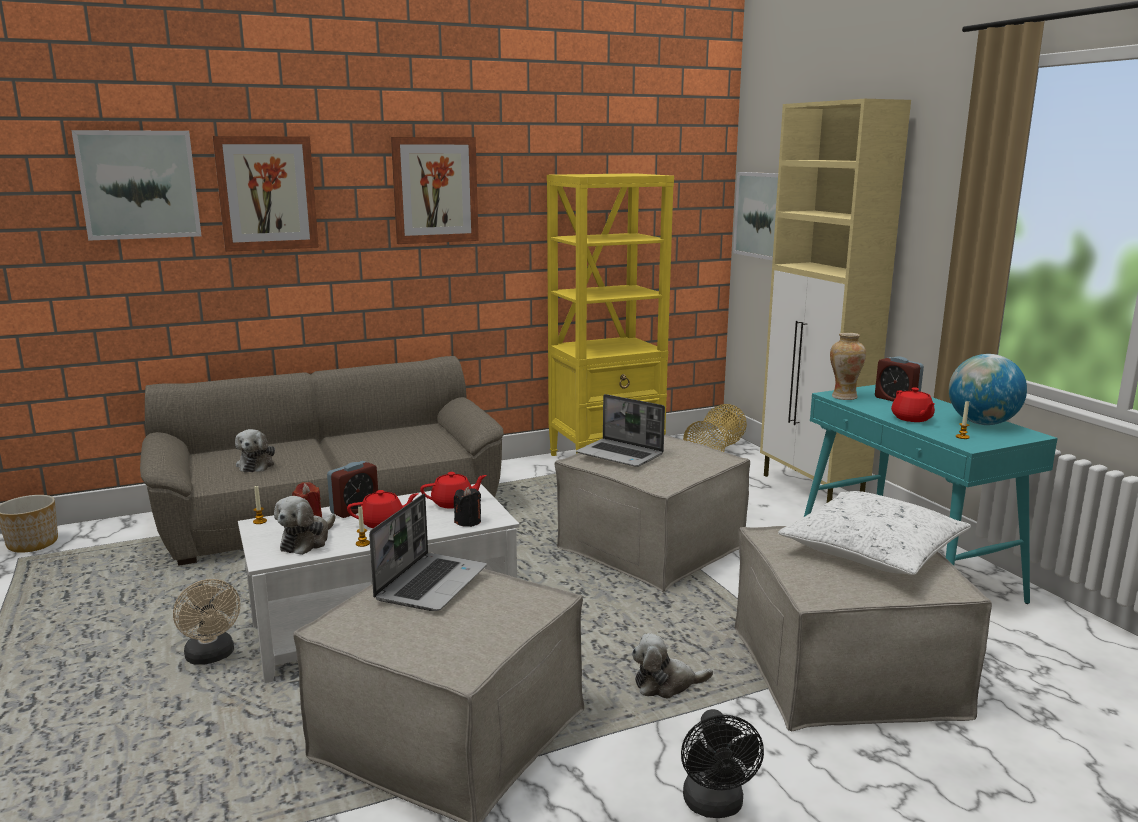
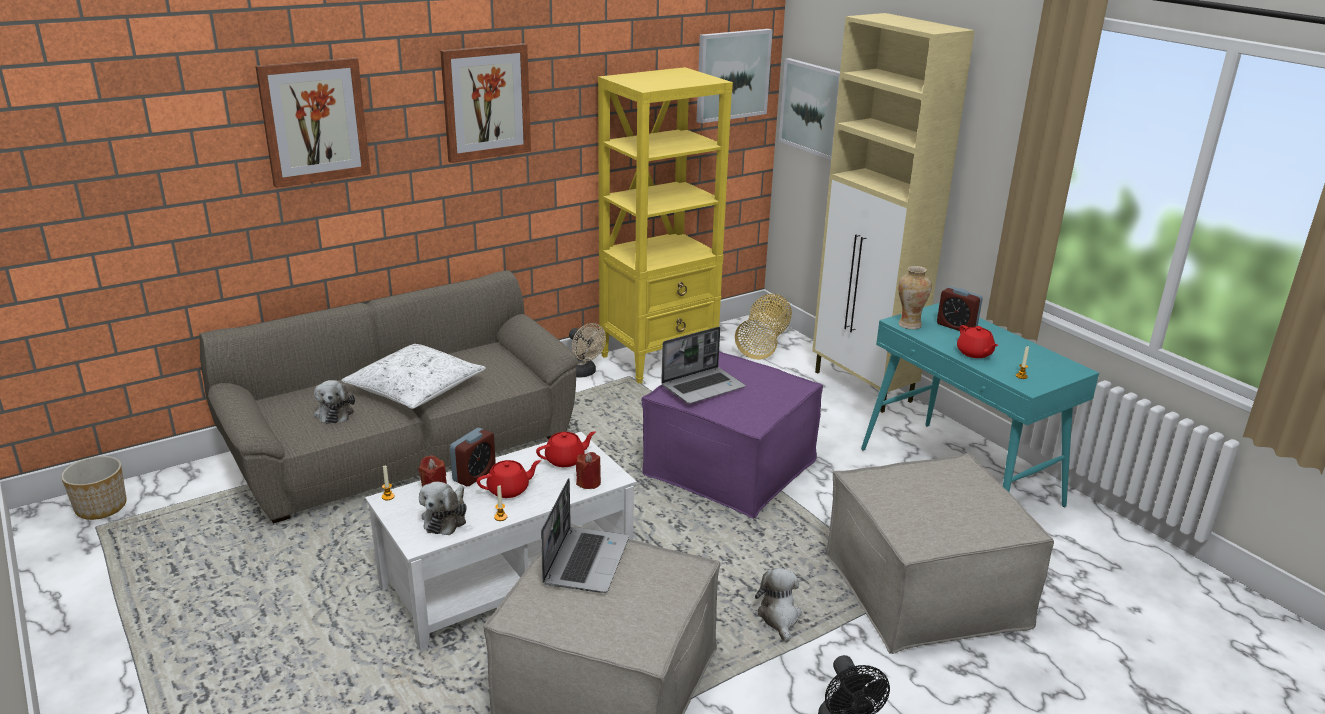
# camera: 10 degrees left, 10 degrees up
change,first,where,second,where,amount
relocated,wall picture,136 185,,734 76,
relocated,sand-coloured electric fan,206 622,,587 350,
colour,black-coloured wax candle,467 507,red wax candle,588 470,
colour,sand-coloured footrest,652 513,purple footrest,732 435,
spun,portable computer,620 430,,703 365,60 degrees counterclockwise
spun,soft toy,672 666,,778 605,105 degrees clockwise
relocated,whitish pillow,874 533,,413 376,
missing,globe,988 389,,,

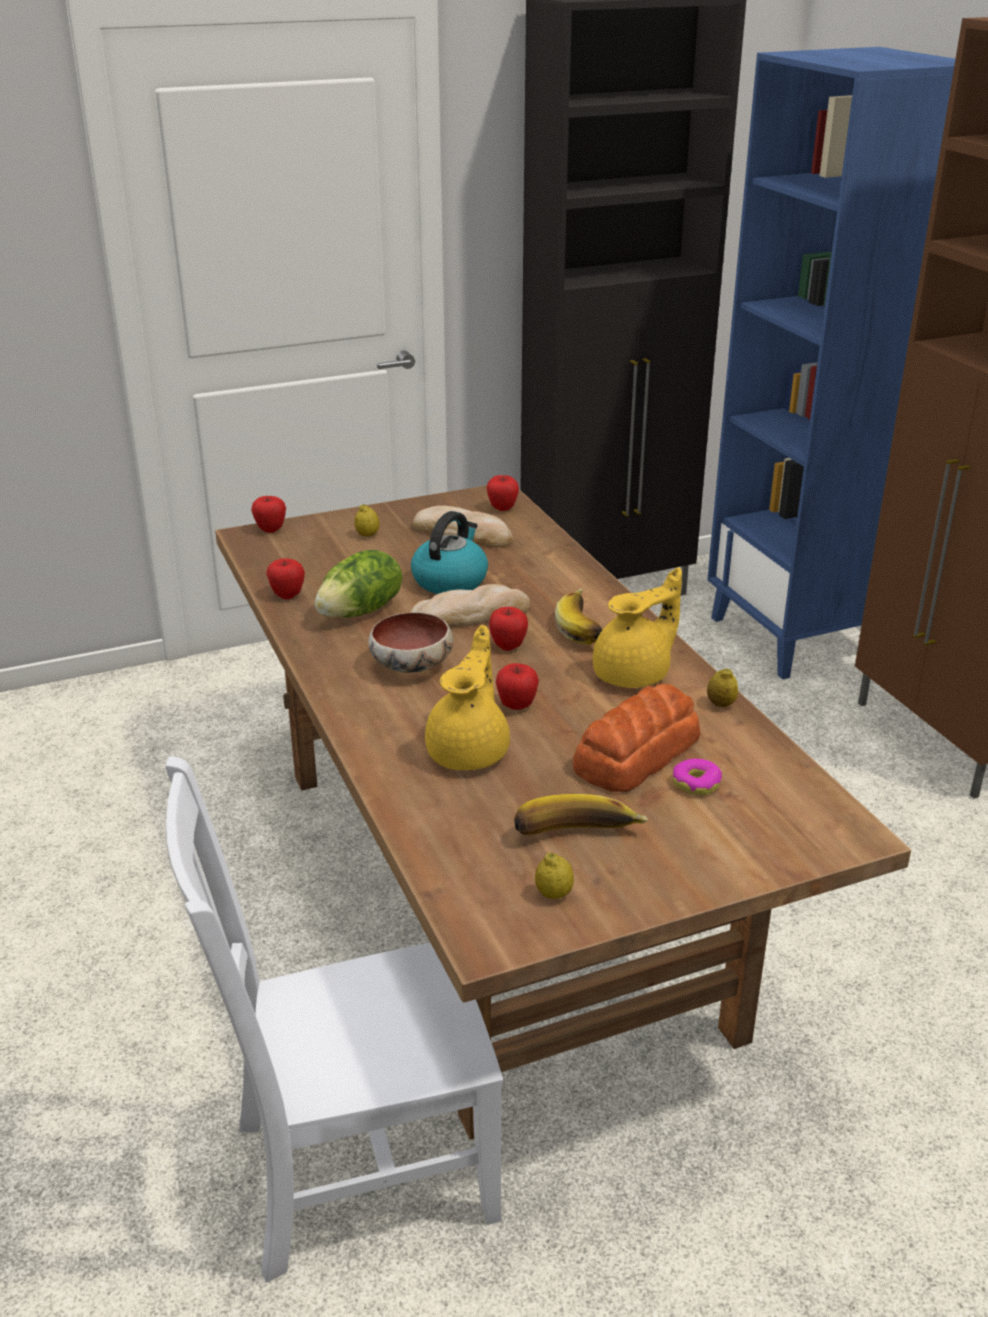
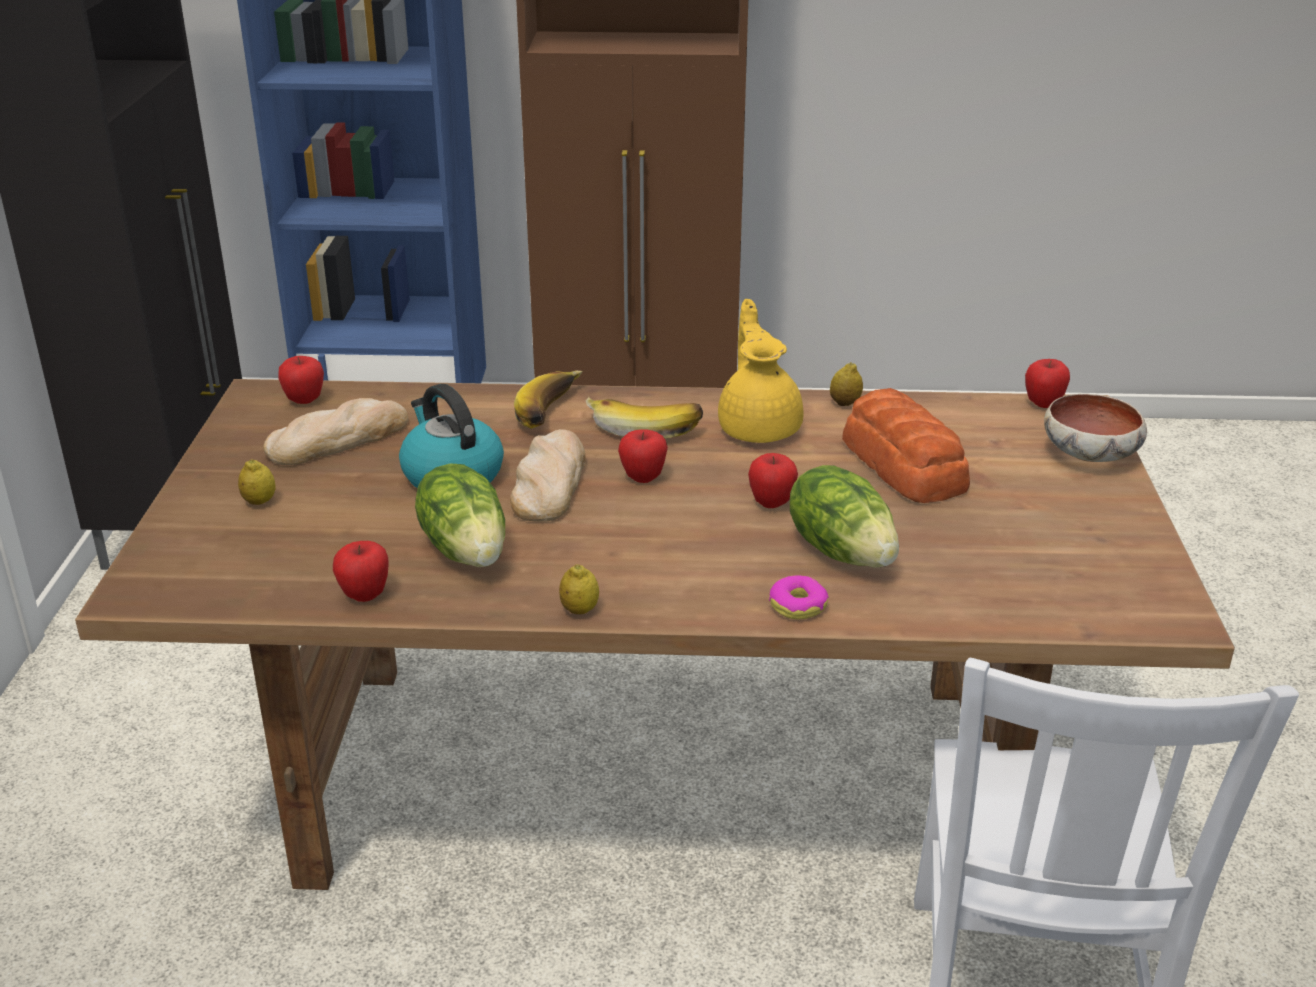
# camera: 65 degrees left, 0 degrees up
change,first,where,second,where,amount
relocated,whole apple,268 514,,1047 383,
relocated,serving bowl,410 642,,1095 428,
exchanged,yellow tea pot,467 697,head of lettuce,844 516,
relocated,whole banana,581 814,,548 399,
relocated,citrus fruit,554 875,,579 589,
relocated,donut,697 777,,799 597,

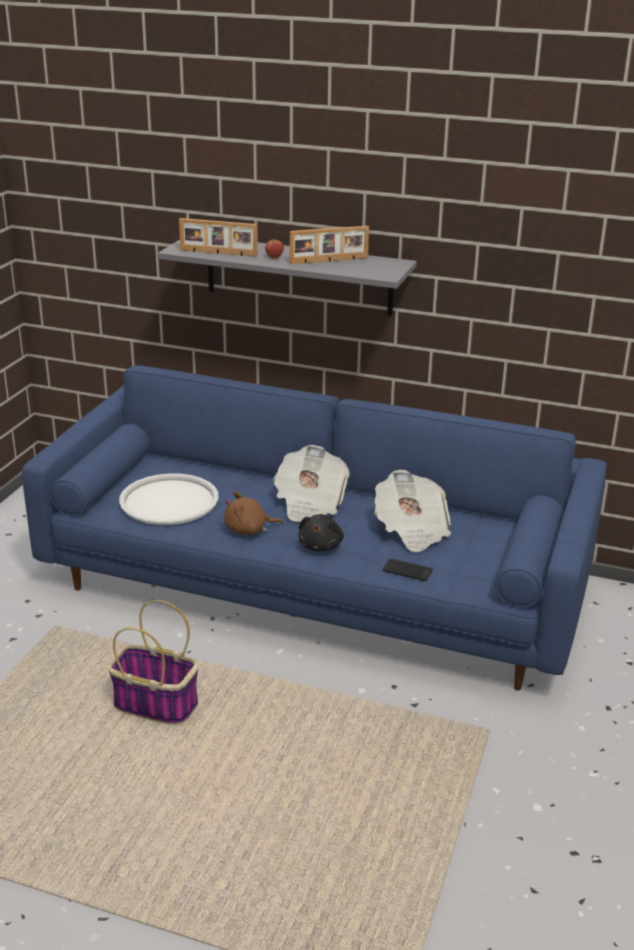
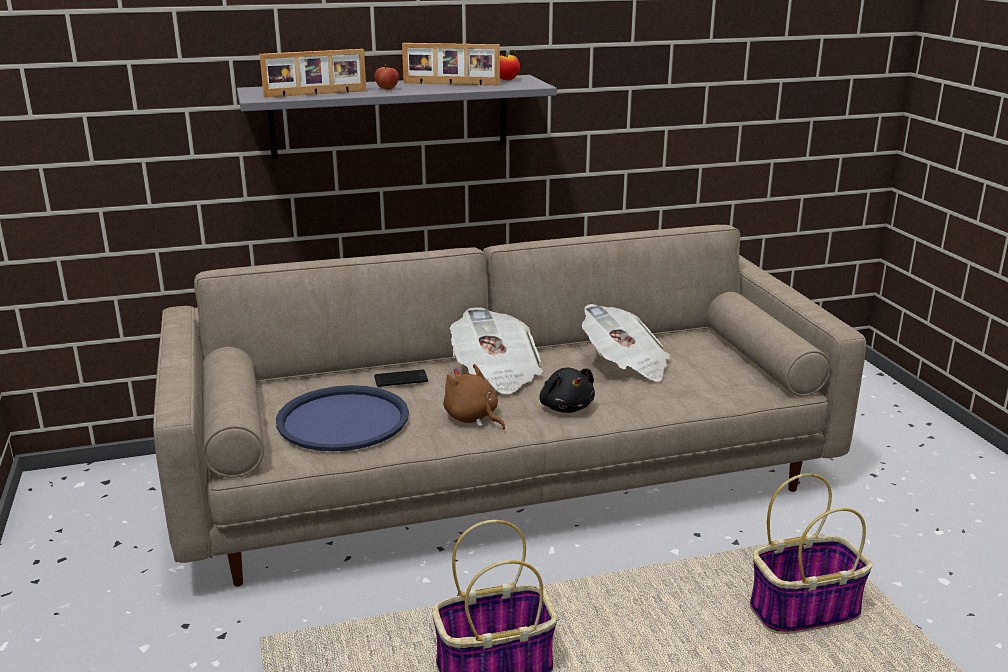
# camera: 35 degrees left, 5 degrees down
change,first,where,second,where,amount
colour,blue sofa,314 528,sand-coloured sofa,509 406,
colour,whitish tray,169 499,blue tray,342 418,
spun,brownish soft toy,254 513,,474 396,90 degrees clockwise
spun,photo frame,329 245,,451 64,60 degrees clockwise
relocated,handset,407 570,,401 378,
appeared,,,whole apple,510 65,
appeared,,,storage basket,811 553,

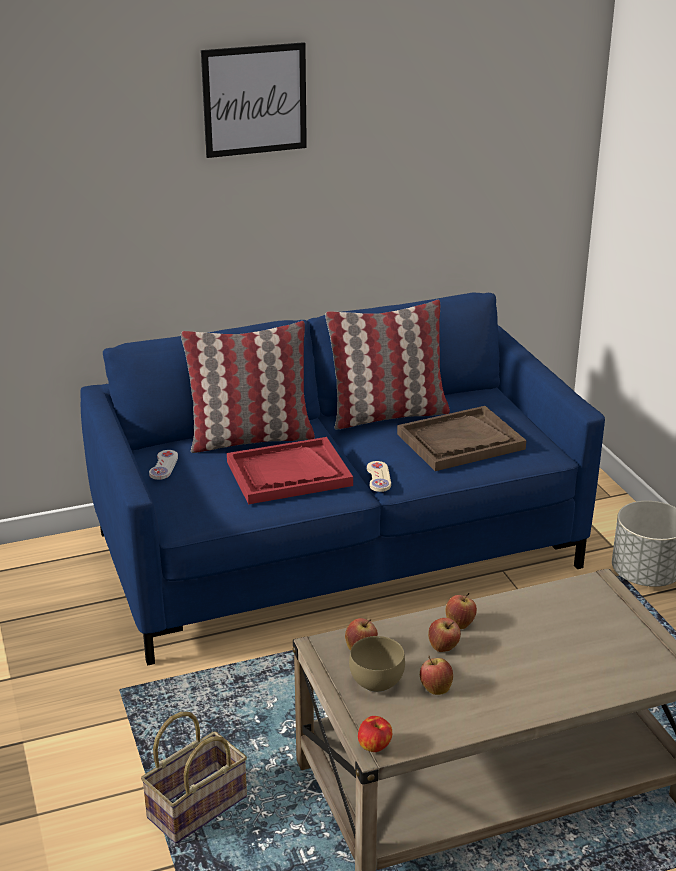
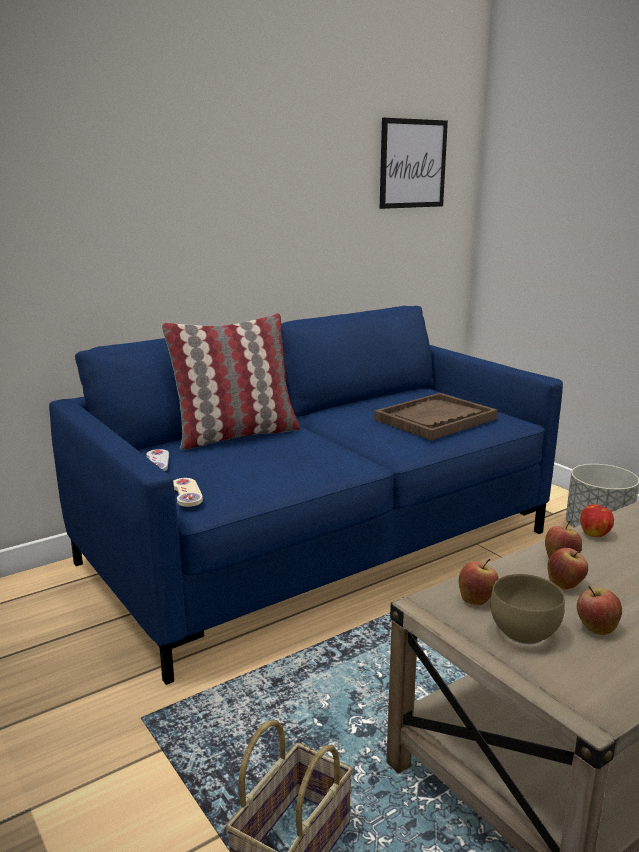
# camera: 15 degrees left, 10 degrees down
change,first,where,second,where,amount
relocated,wall picture,254 100,,414 163,
missing,red tray,290 470,,,
missing,pillow,387 365,,,
relocated,whole apple,375 734,,597 520,
relocated,sand-coloured gamepad,379 476,,188 492,

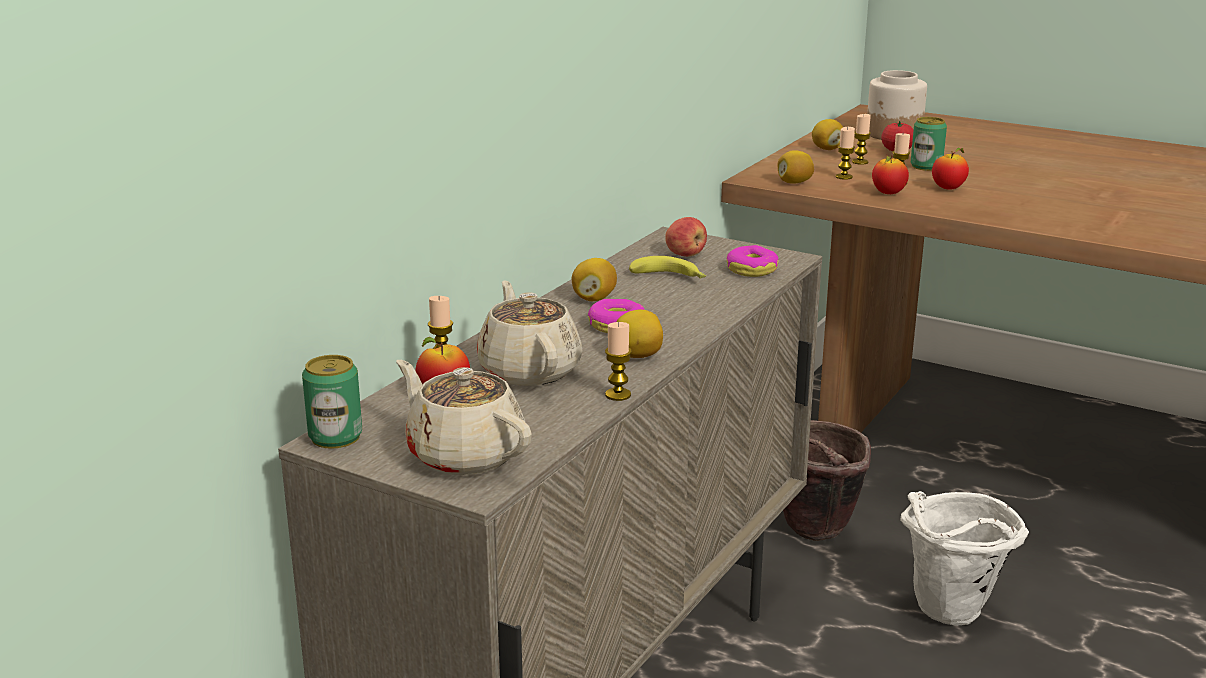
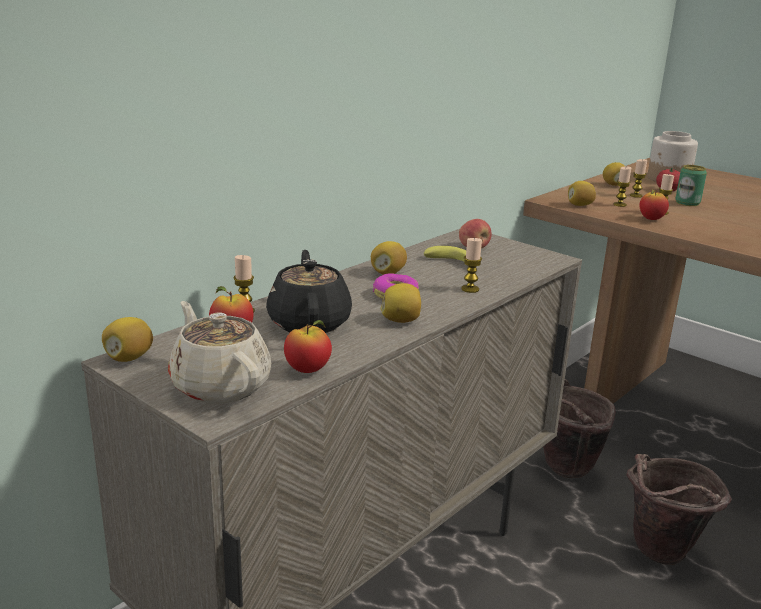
# camera: 10 degrees right, 0 degrees up
change,first,where,second,where,amount
exchanged,metal can,332 402,citrus fruit,127 339,
colour,sand-coloured tea pot,530 333,black-coloured tea pot,309 291,
relocated,wax candle,618 361,,471 265,
missing,donut,753 261,,,
colour,whitish water bucket,964 558,brownish water bucket,679 509,
relocated,whole apple,950 169,,308 346,

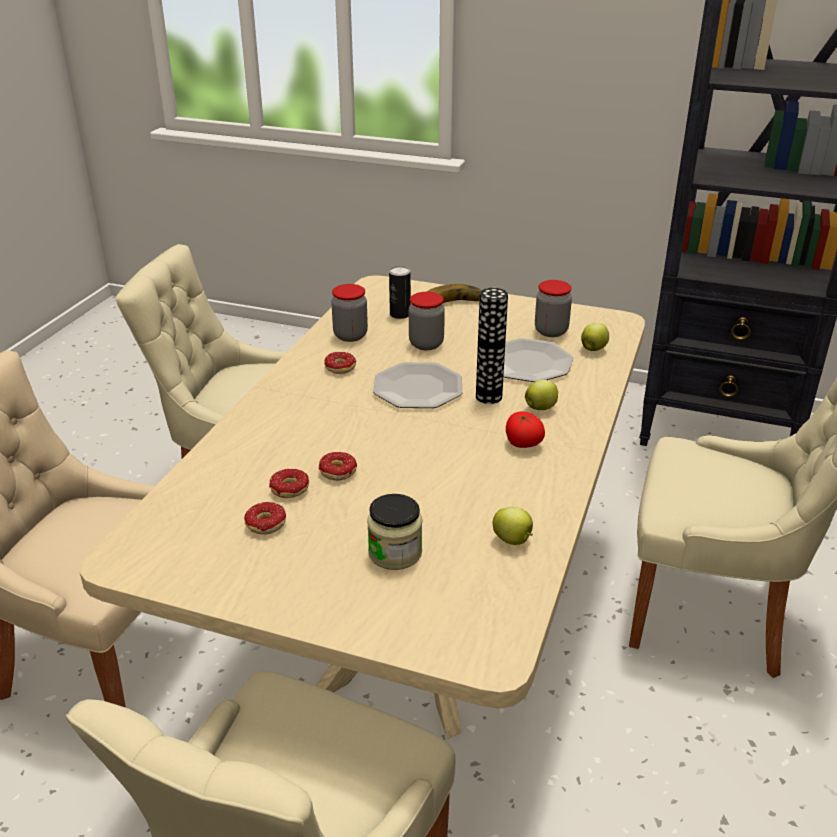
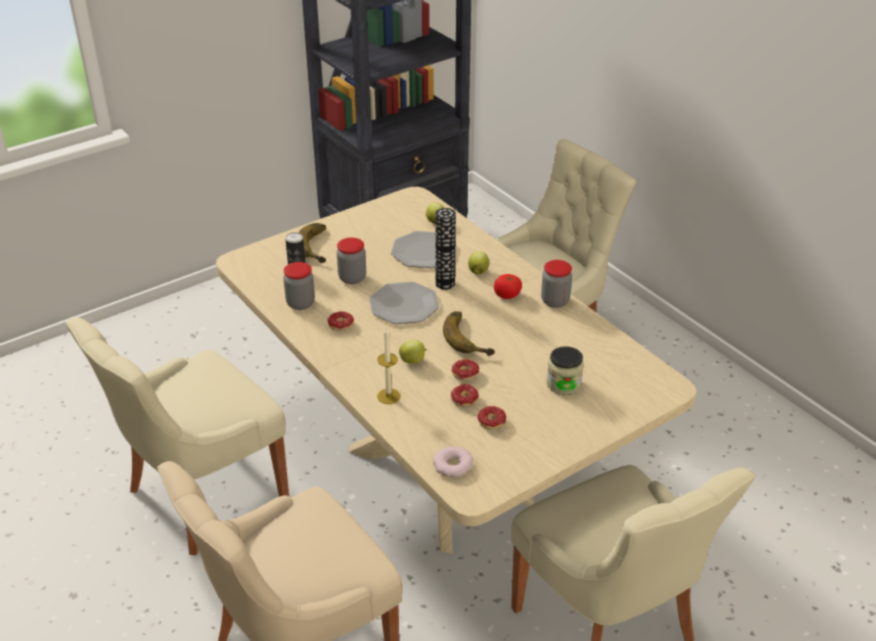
# camera: 55 degrees left, 5 degrees up
change,first,where,second,where,amount
relocated,whole apple,512 526,,413 352,
relocated,storage jar,553 308,,556 284,
appeared,,,wax candle,389 365,
appeared,,,donut,453 462,
appeared,,,whole banana,469 333,

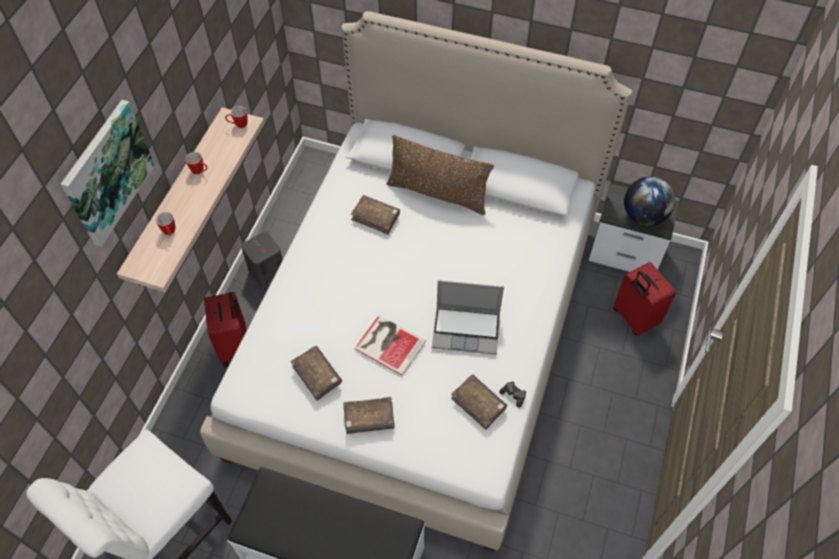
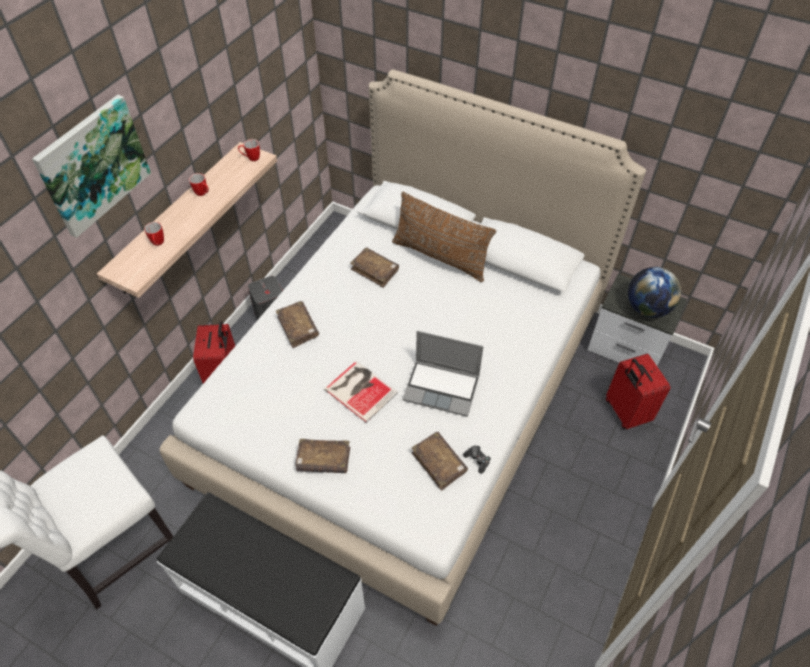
# camera: 10 degrees right, 5 degrees down
change,first,where,second,where,amount
relocated,brownish volume,316 373,,297 324,

